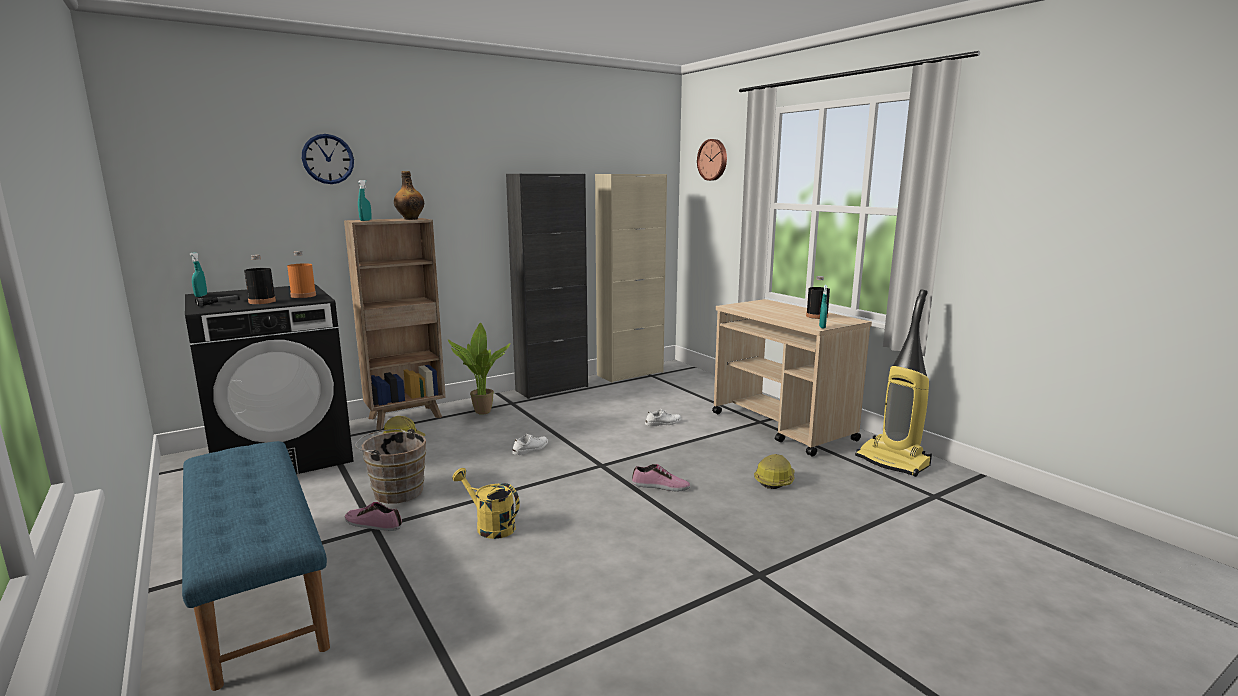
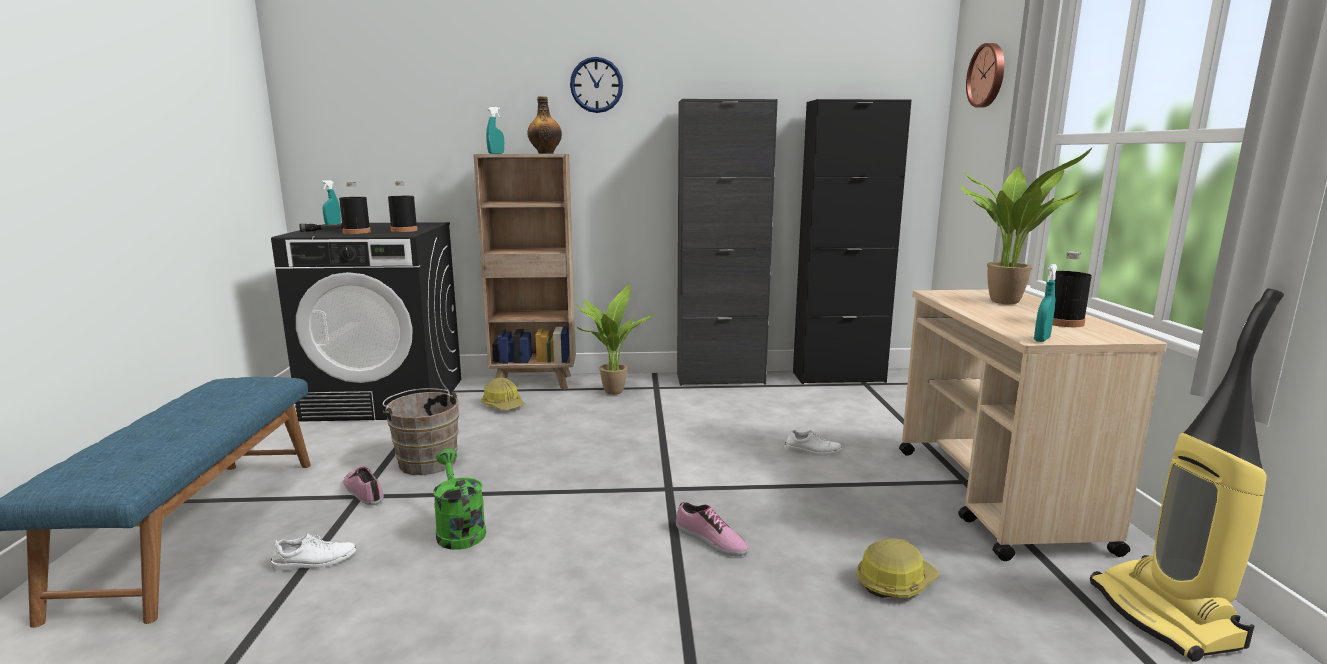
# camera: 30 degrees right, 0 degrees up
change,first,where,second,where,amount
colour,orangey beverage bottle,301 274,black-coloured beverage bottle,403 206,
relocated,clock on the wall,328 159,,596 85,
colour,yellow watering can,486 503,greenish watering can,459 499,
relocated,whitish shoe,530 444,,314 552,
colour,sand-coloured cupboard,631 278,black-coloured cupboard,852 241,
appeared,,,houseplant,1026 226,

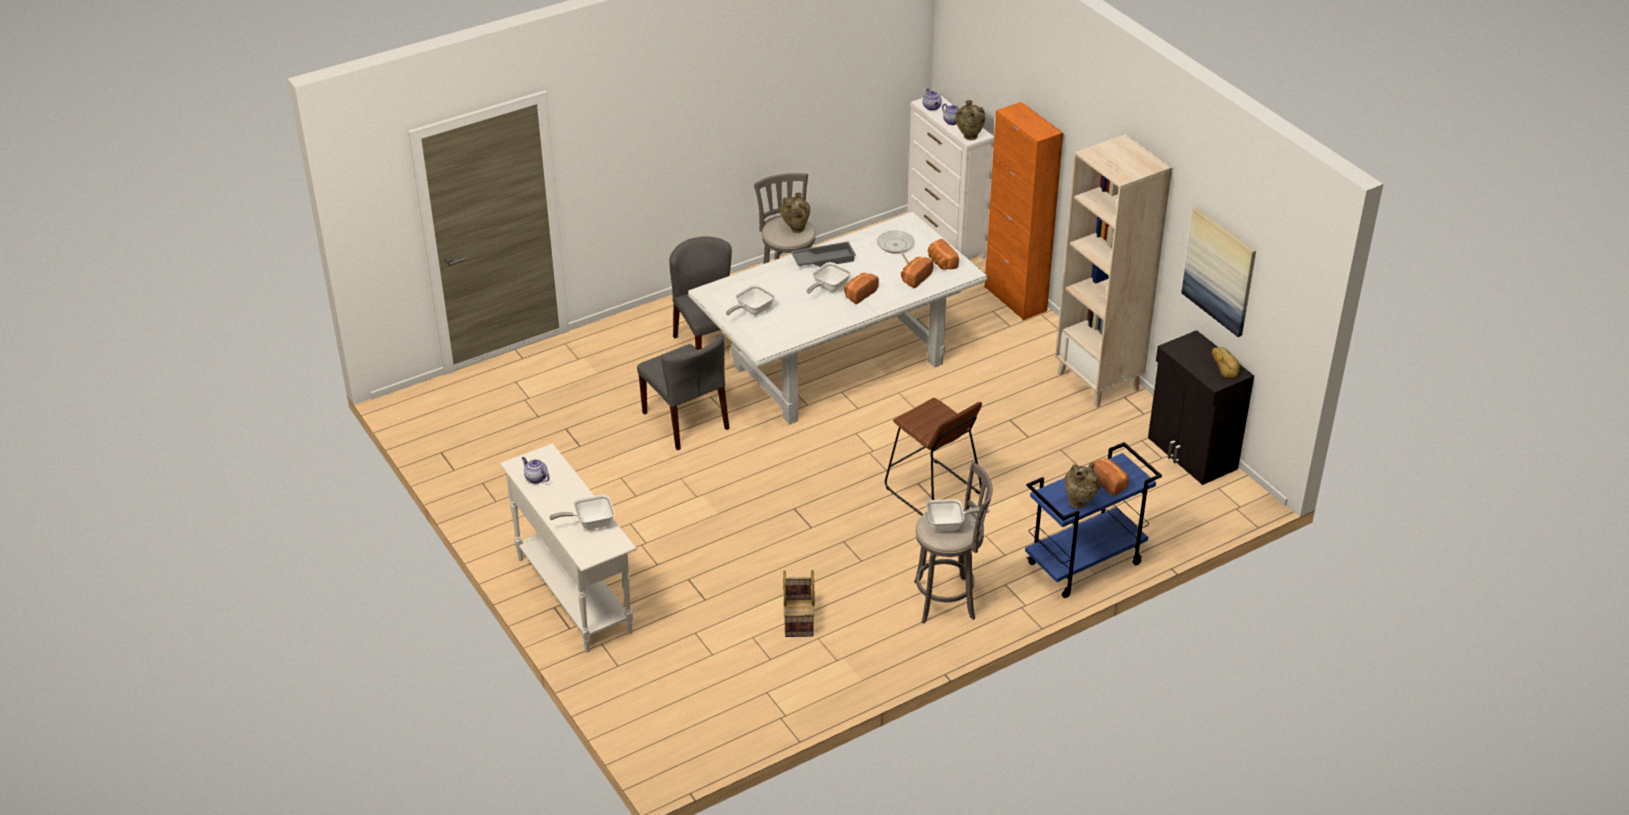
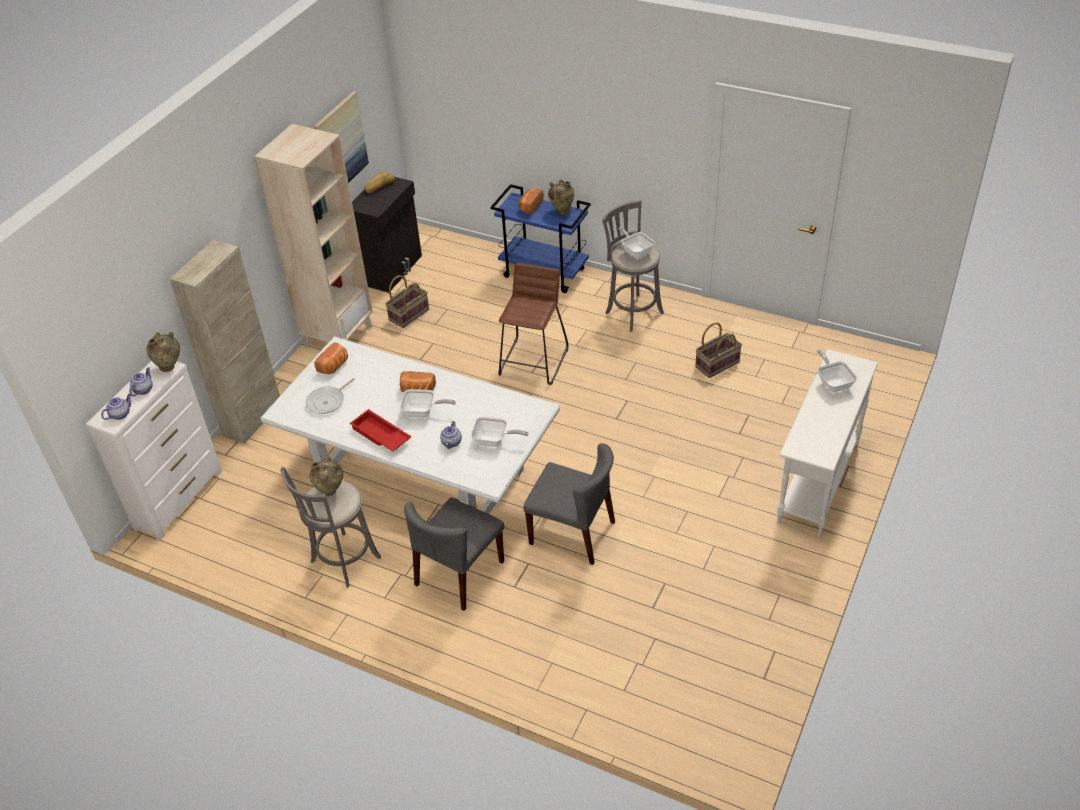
# camera: 120 degrees left, 5 degrees up
change,first,where,second,where,amount
relocated,tea pot,535 470,,451 435,
spun,pan,581 512,,837 371,150 degrees counterclockwise
spun,grey chair,683 392,,569 504,90 degrees clockwise
colour,grey tray,823 254,red tray,381 430,
missing,baked bread,917 272,,,
colour,orangey cupboard,1023 211,sand-coloured cupboard,225 341,
appeared,,,storage basket,407 301,

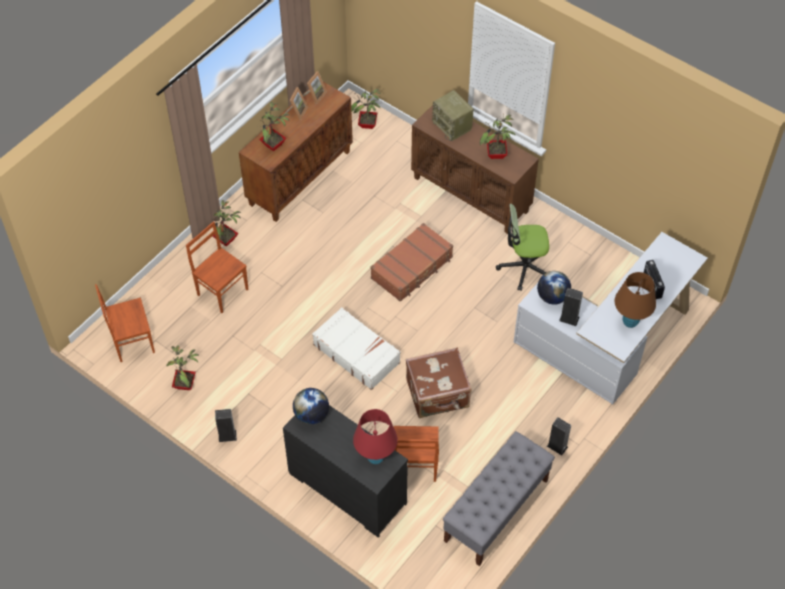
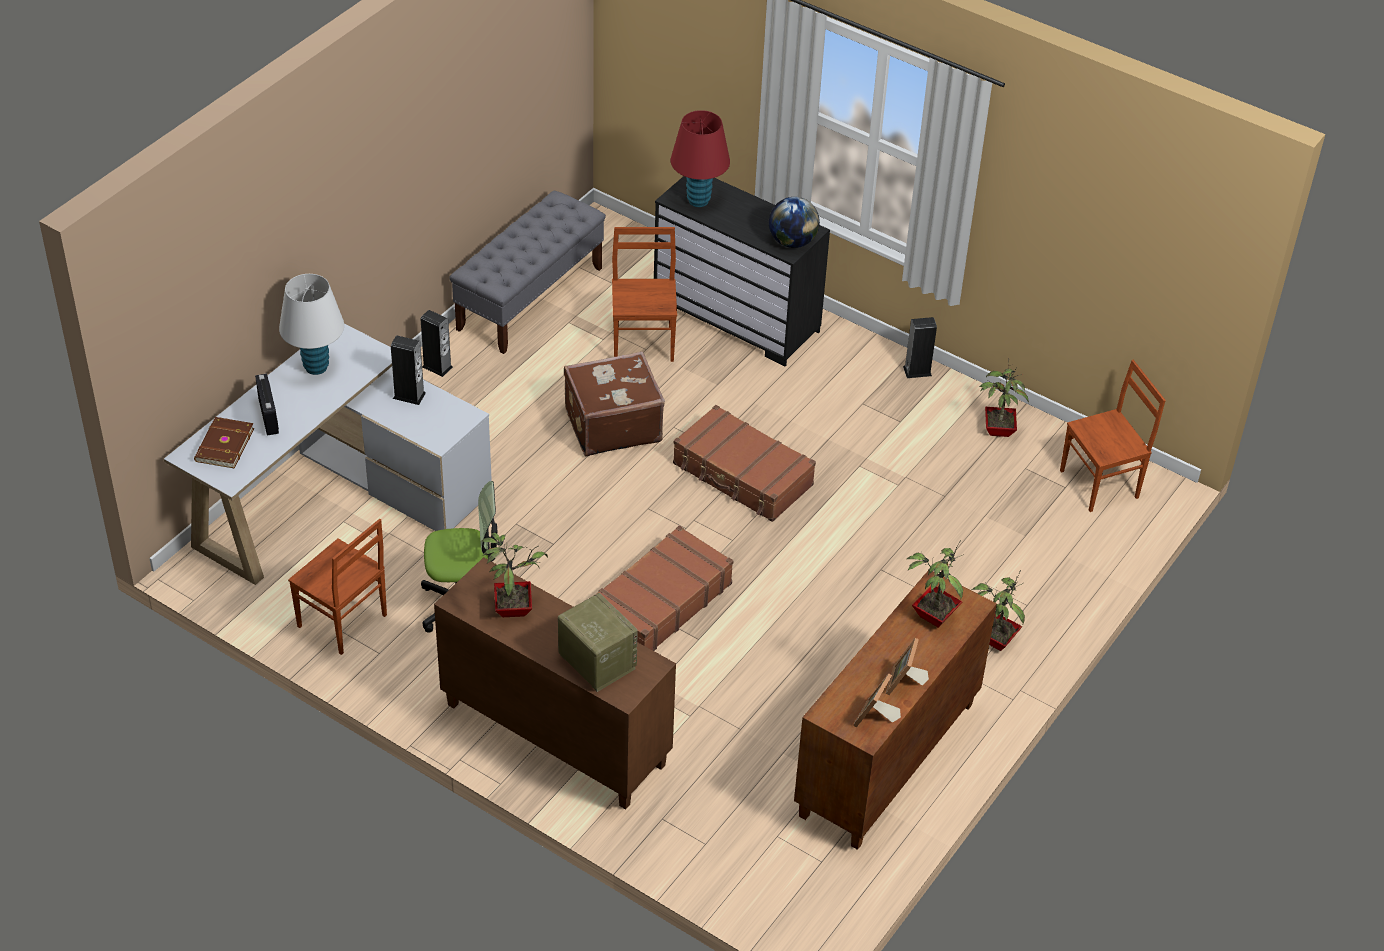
# camera: 175 degrees right, 10 degrees down
change,first,where,second,where,amount
relocated,brownish chair,217 267,,337 587,
colour,whitish travel case,356 348,brownish travel case,744 463,
missing,houseplant,366 108,,,
missing,globe,554 288,,,
colour,brownish tabletop lamp,635 300,whitish tabletop lamp,311 324,
appeared,,,brownish volume,224 442,

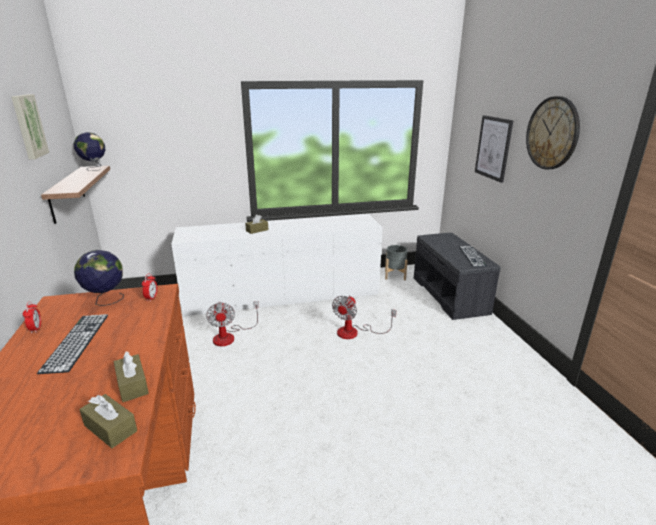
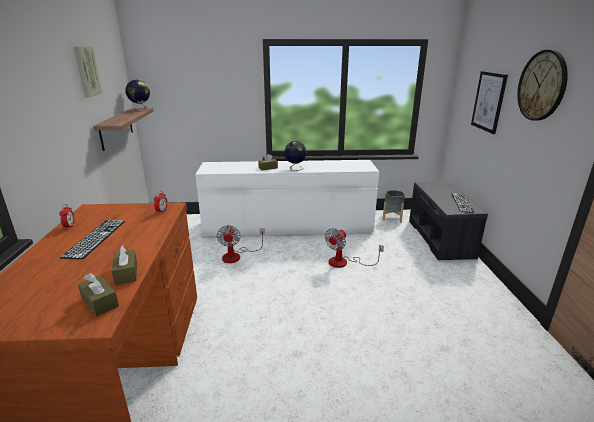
# camera: 10 degrees right, 0 degrees up
change,first,where,second,where,amount
relocated,globe,99 278,,295 156,

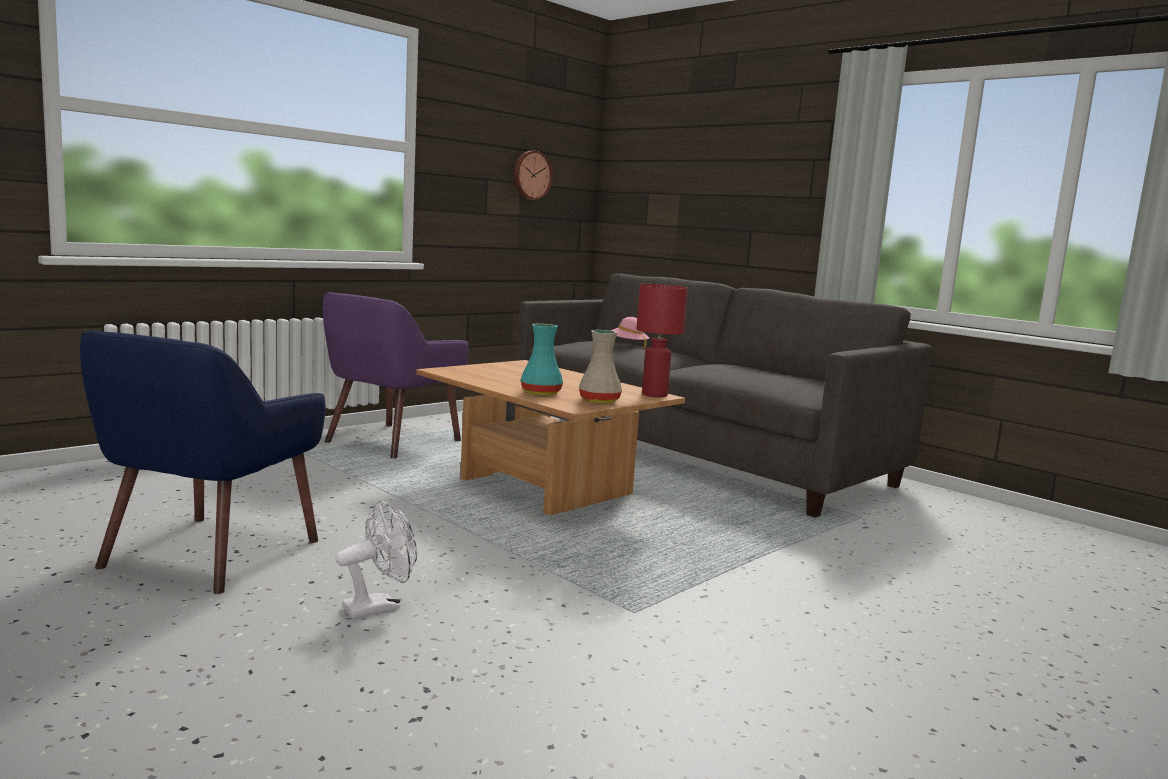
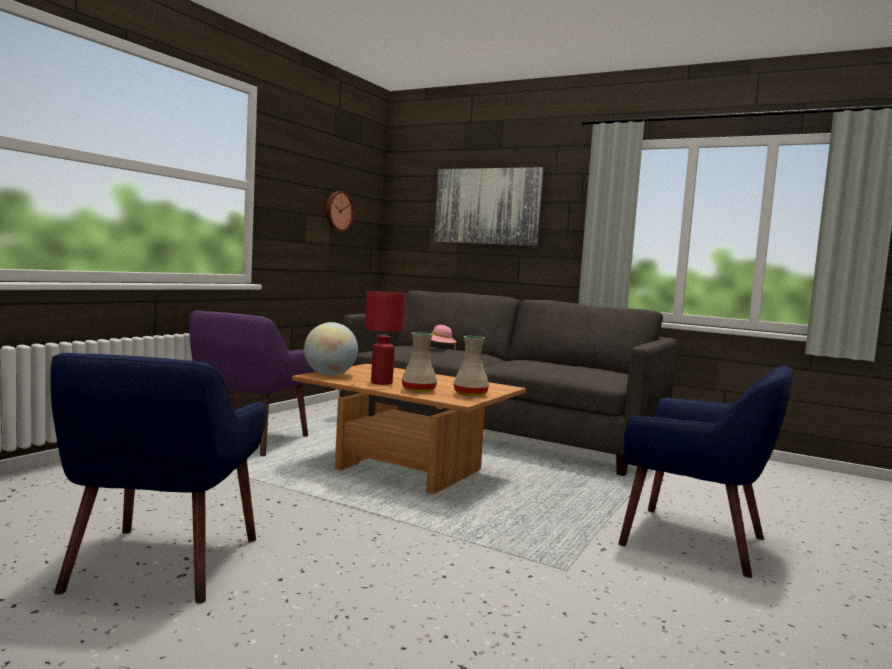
# camera: 15 degrees left, 5 degrees down
change,first,where,second,where,amount
missing,whitish electric fan,376 559,,,
colour,turquoise vase,542 359,sand-coloured vase,419 362,
relocated,red tabletop lamp,662 340,,385 338,
appeared,,,globe,331 349,
appeared,,,wall picture,488 206,
appeared,,,blue armchair,705 472,

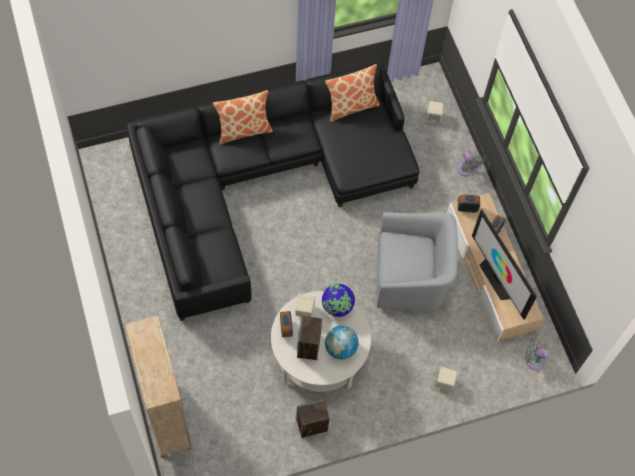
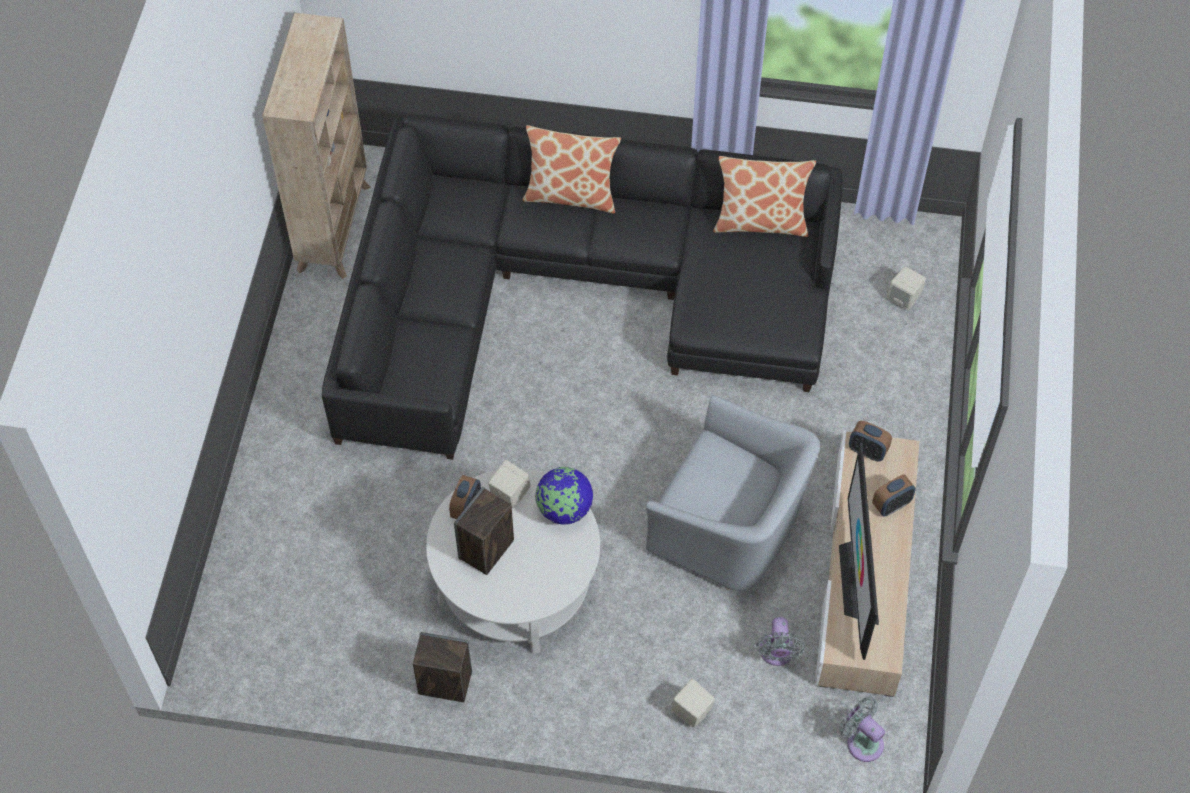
# camera: 30 degrees right, 5 degrees down
change,first,where,second,where,amount
relocated,sand-coloured bookcase,159 386,,316 146,
missing,globe,341 342,,,
relocated,grey electric fan,470 163,,780 641,

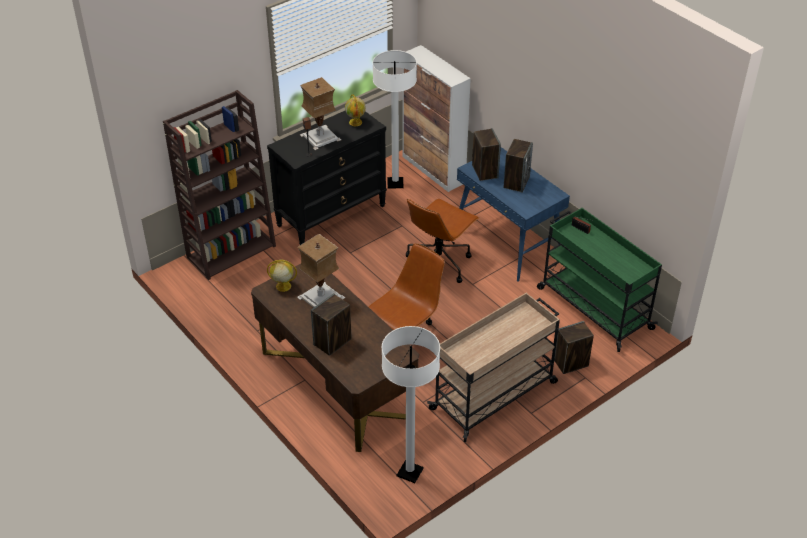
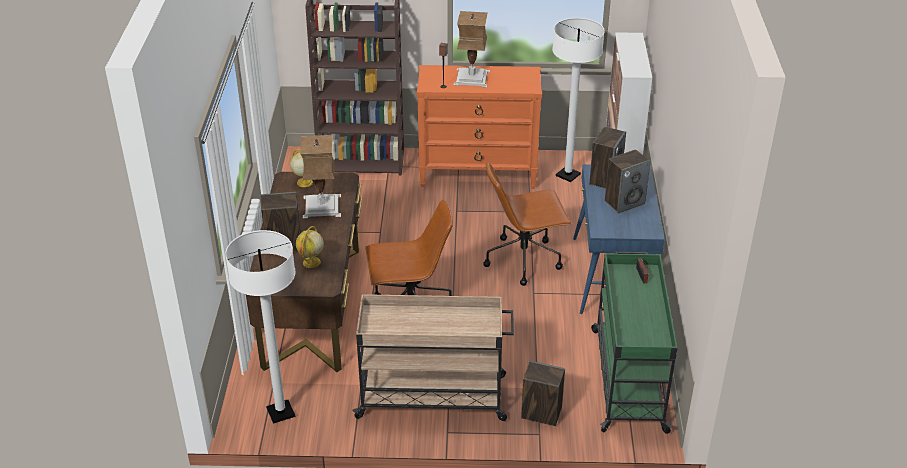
# camera: 40 degrees right, 5 degrees down
change,first,where,second,where,amount
colour,black-coloured chest of drawers,327 178,orangey chest of drawers,479 127,
relocated,globe,355 110,,310 247,

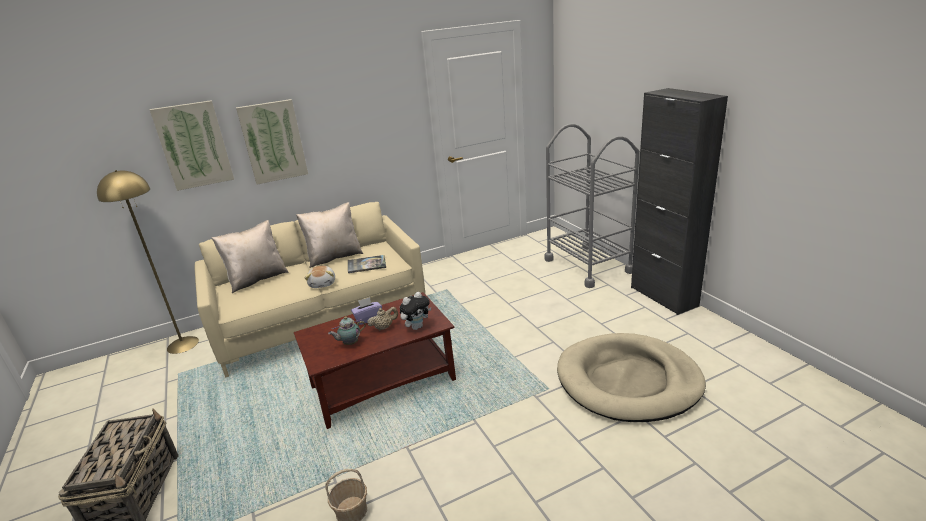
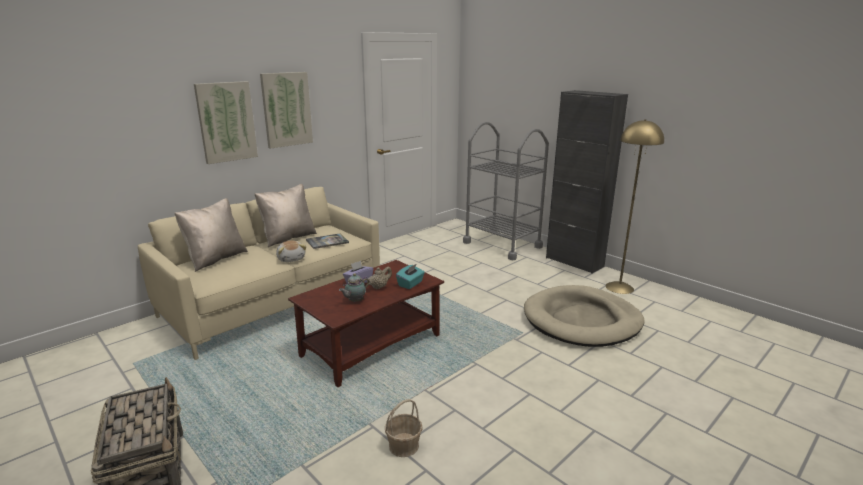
# camera: 20 degrees left, 5 degrees down
change,first,where,second,where,amount
relocated,yellow standing lamp,148 262,,635 206,
relocated,wall picture,192 145,,286 110,
exchanged,soft toy,415 311,turquoise tissue holder,410 276,

